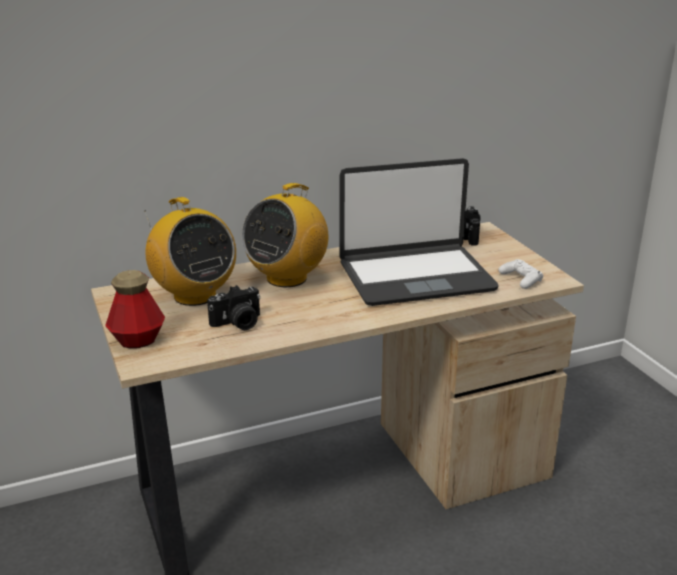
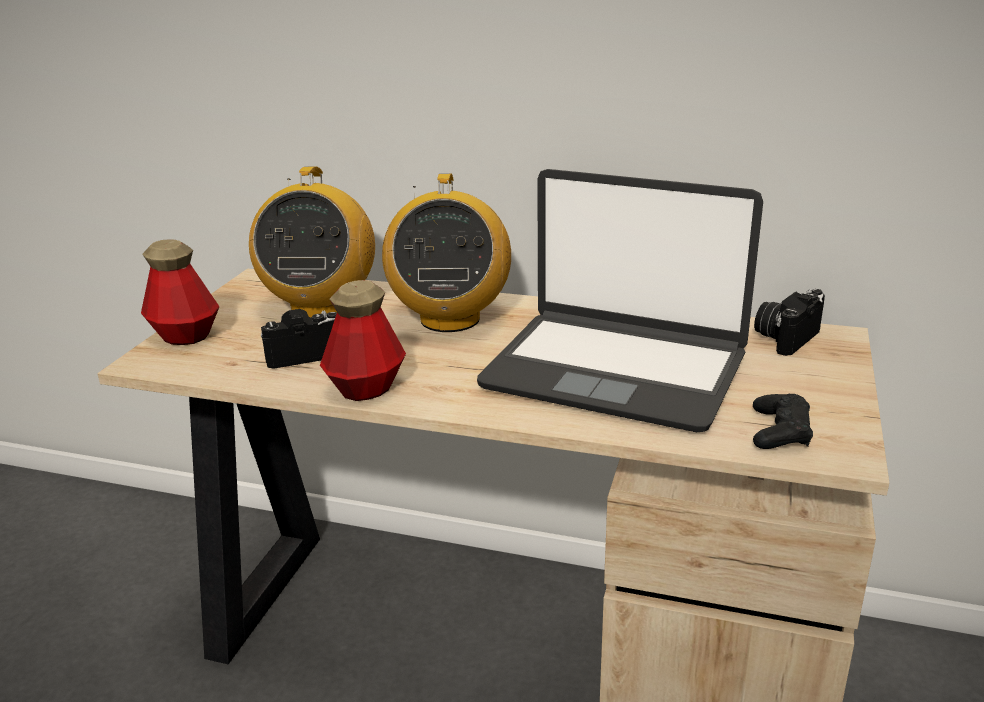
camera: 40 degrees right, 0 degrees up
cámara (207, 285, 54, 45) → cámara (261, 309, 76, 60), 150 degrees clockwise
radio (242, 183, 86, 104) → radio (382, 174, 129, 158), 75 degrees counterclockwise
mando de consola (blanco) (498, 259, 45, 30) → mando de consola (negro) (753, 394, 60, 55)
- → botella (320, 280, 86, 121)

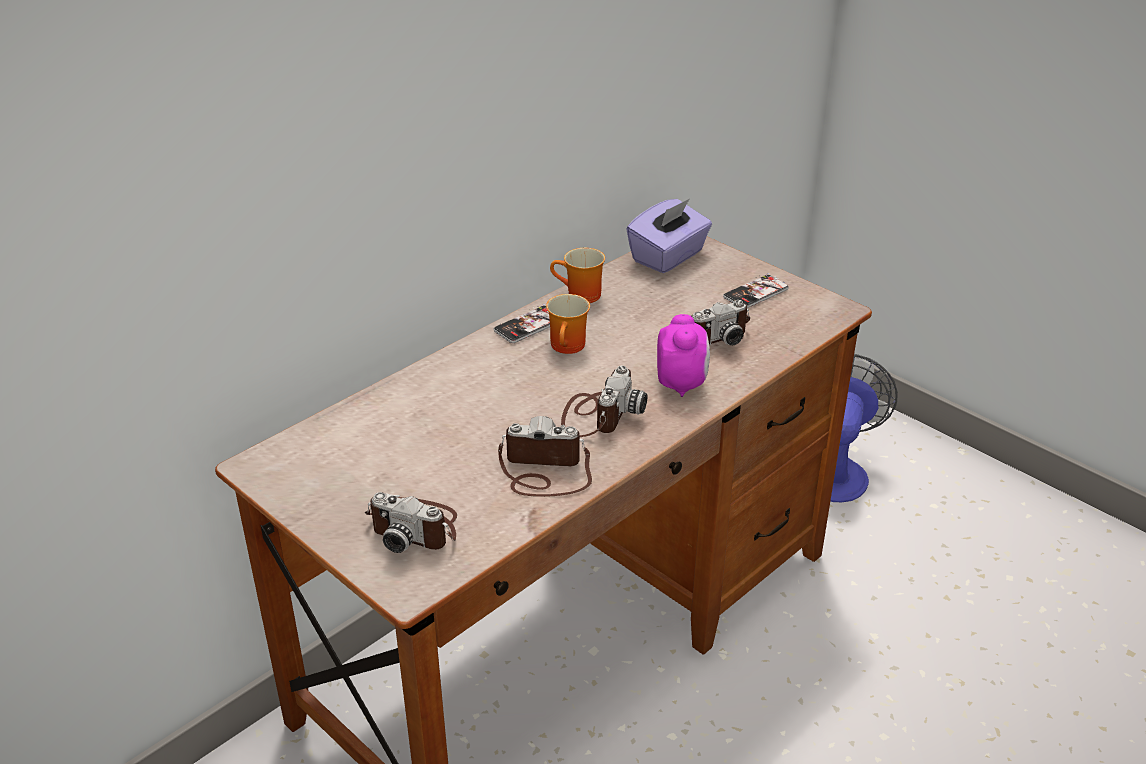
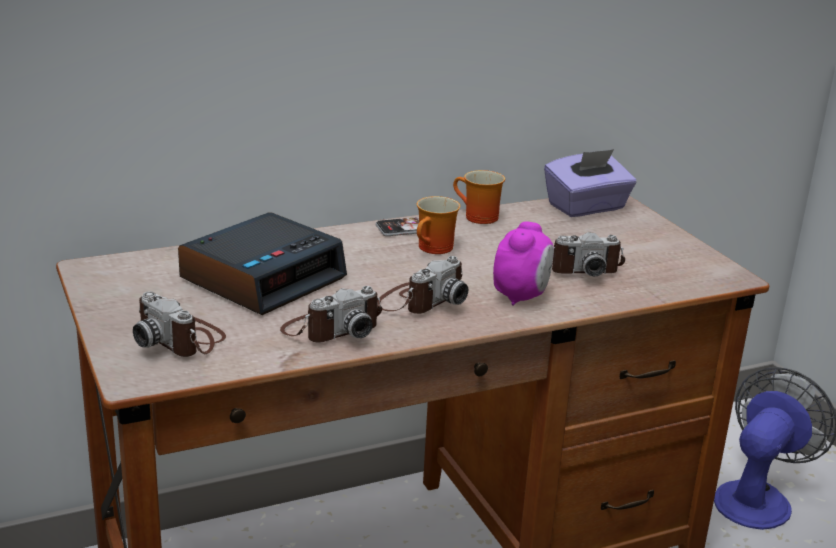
camera: 20 degrees right, 10 degrees down
cámara (498, 416, 94, 81) → cámara (280, 286, 102, 57), 120 degrees clockwise
móvil (723, 273, 66, 35) → -
- → despertador (178, 212, 169, 103)

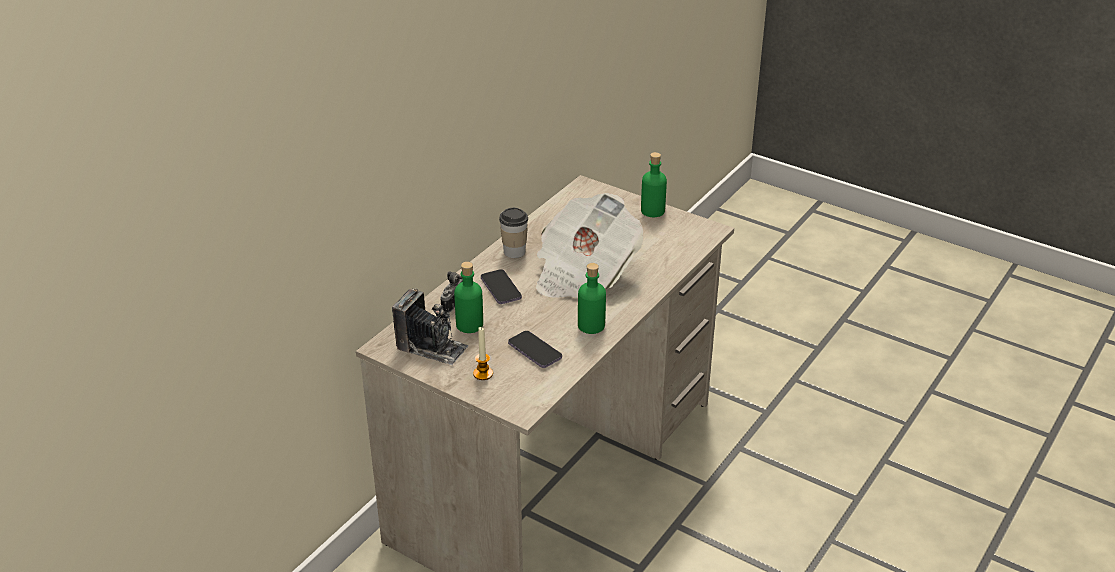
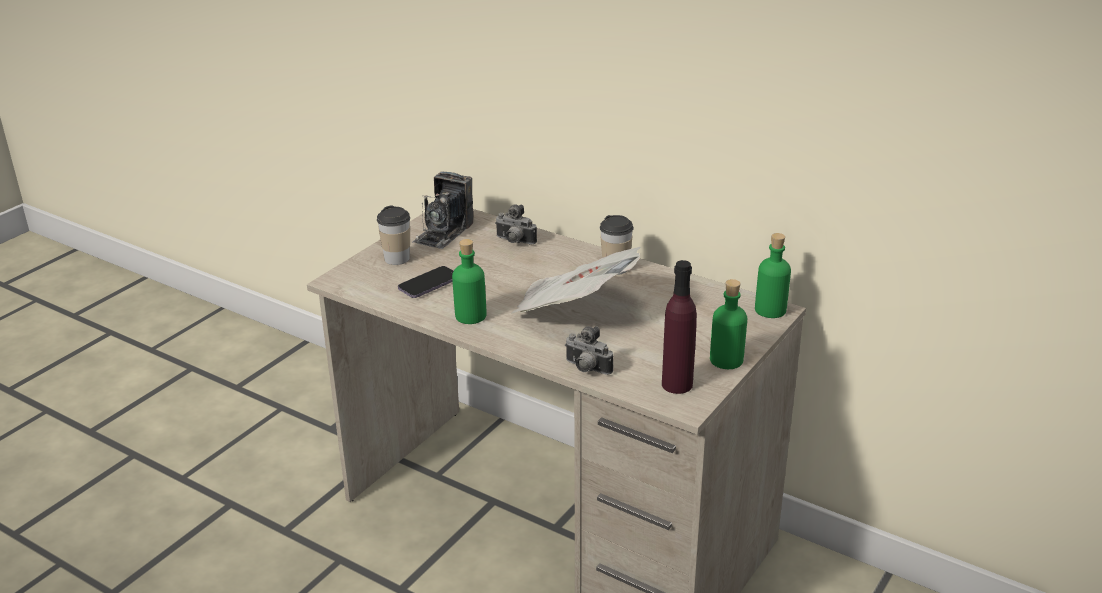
camera: 90 degrees right, 5 degrees down
botella (verde) (454, 262, 29, 71) → botella (verde) (755, 233, 36, 85), shifted
vela (473, 327, 20, 53) → taza (377, 206, 33, 59)
móvil (481, 269, 41, 35) → -
- → cámara (565, 326, 48, 49)
- → botella (morado) (662, 260, 35, 134)

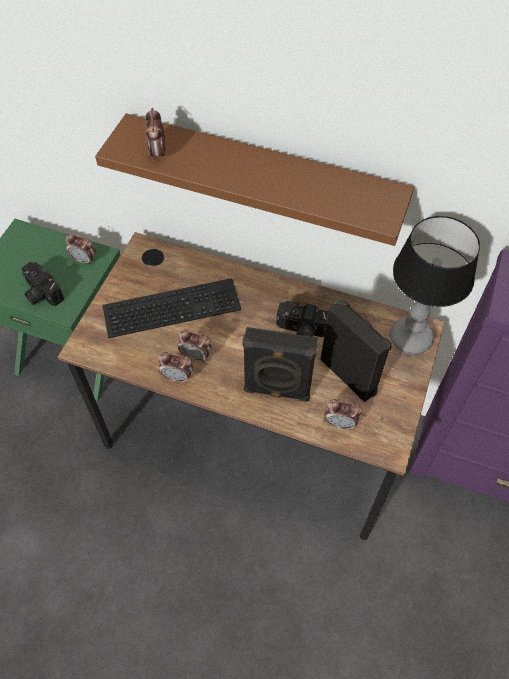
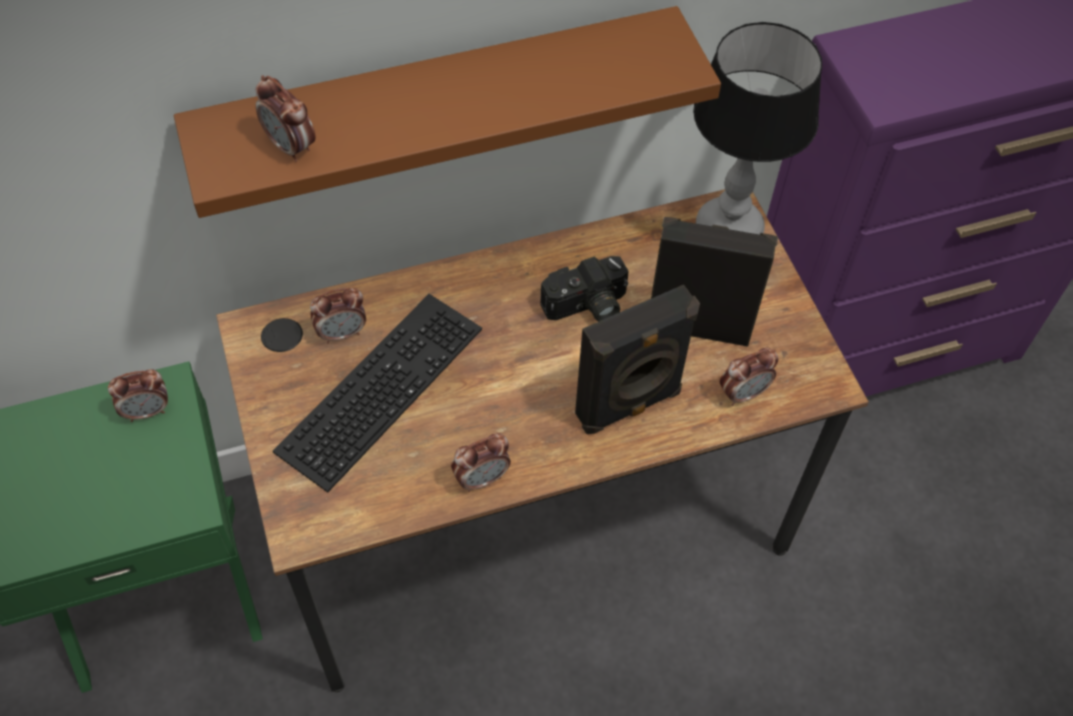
camera: 40 degrees left, 0 degrees up
cámara (22, 262, 42, 44) → -
despertador (178, 330, 34, 33) → despertador (310, 288, 56, 56), shifted

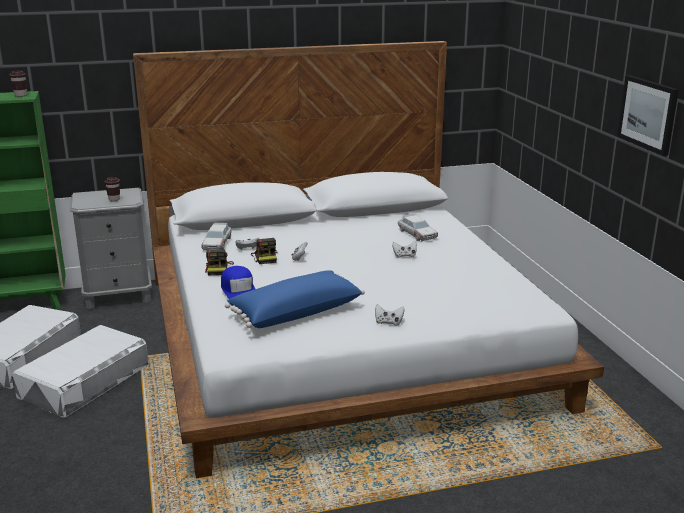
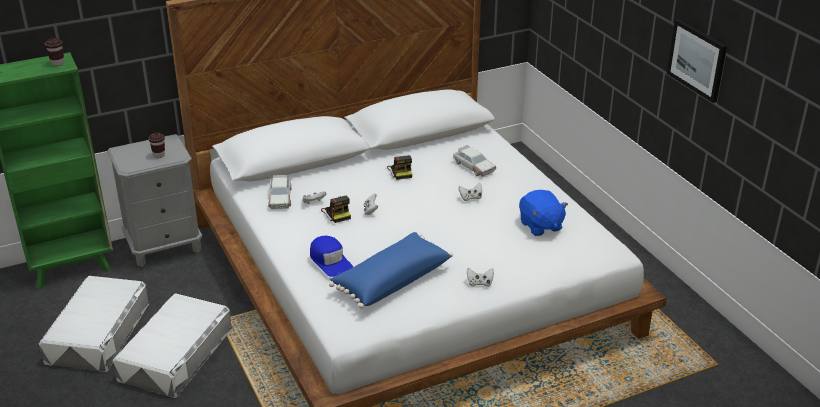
camera: 10 degrees left, 10 degrees up
cámara (205, 249, 29, 26) → cámara (387, 155, 25, 25), shifted
- → peluche (azul) (519, 190, 49, 46)

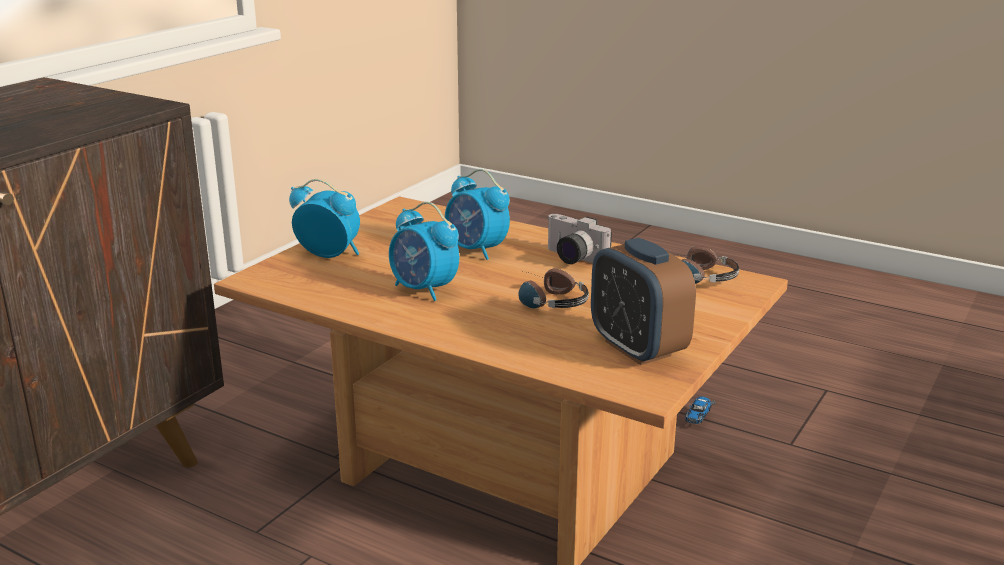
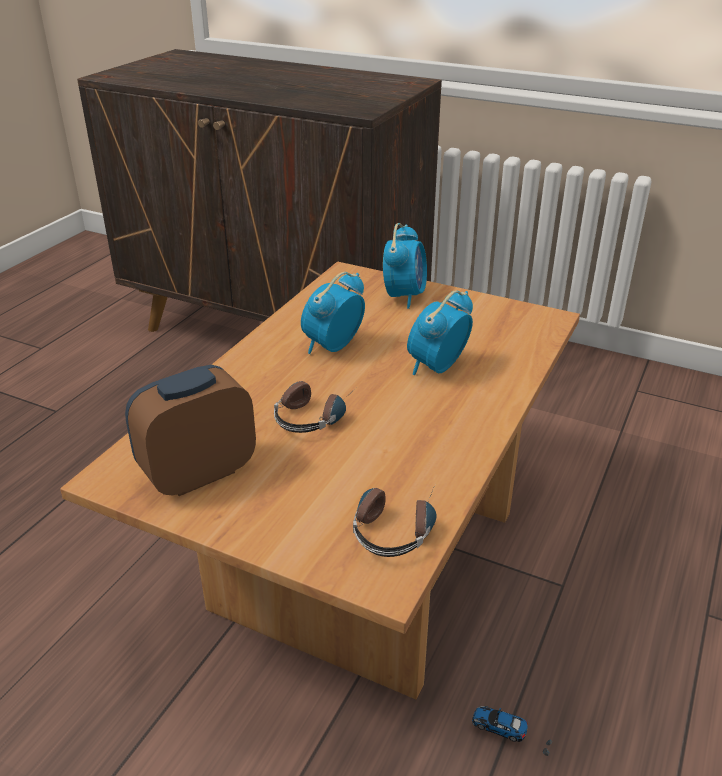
camera: 85 degrees right, 10 degrees up
cámara (548, 214, 64, 50) → -

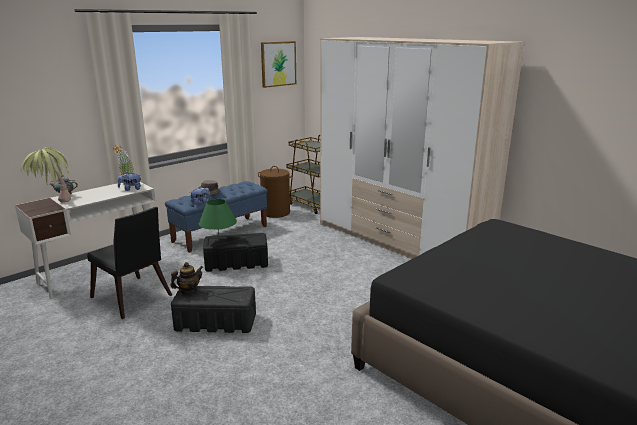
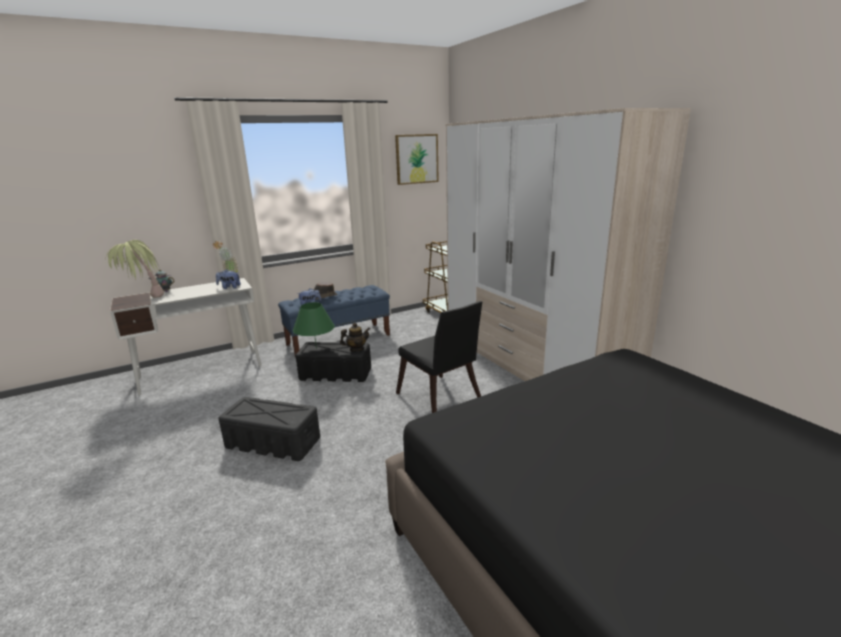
camera: 15 degrees right, 0 degrees up
silla (negro) (87, 207, 85, 112) → silla (negro) (396, 301, 86, 112), shifted
tetera (170, 262, 33, 32) → tetera (340, 323, 30, 29), shifted
cesto de la ropa (marrón) (258, 166, 34, 52) → -

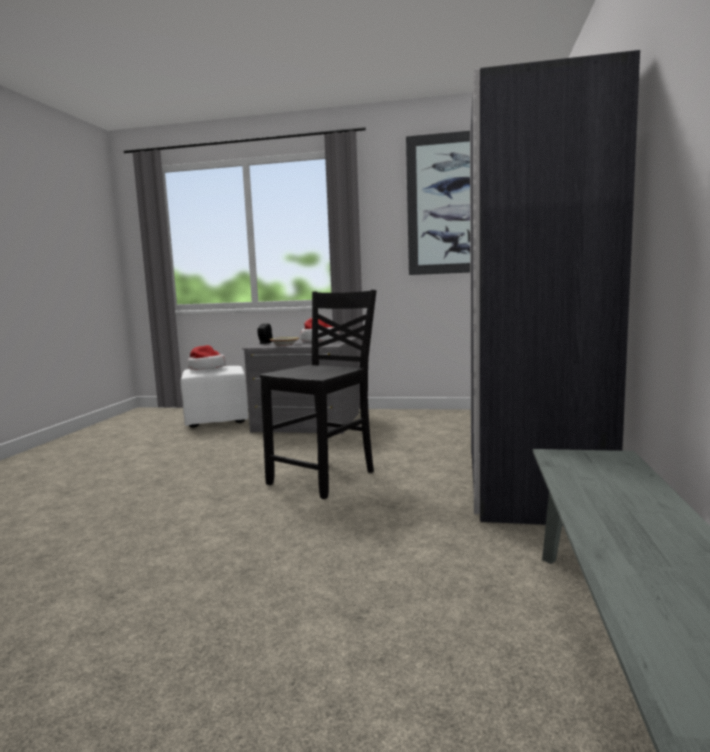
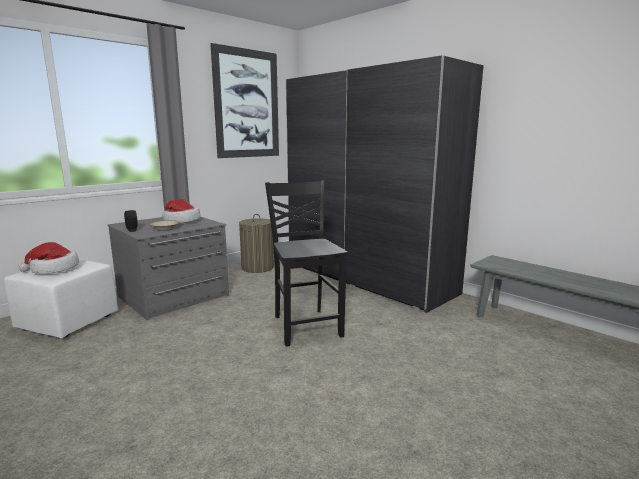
camera: 55 degrees left, 5 degrees up
- → cesto de la ropa (239, 214, 35, 59)

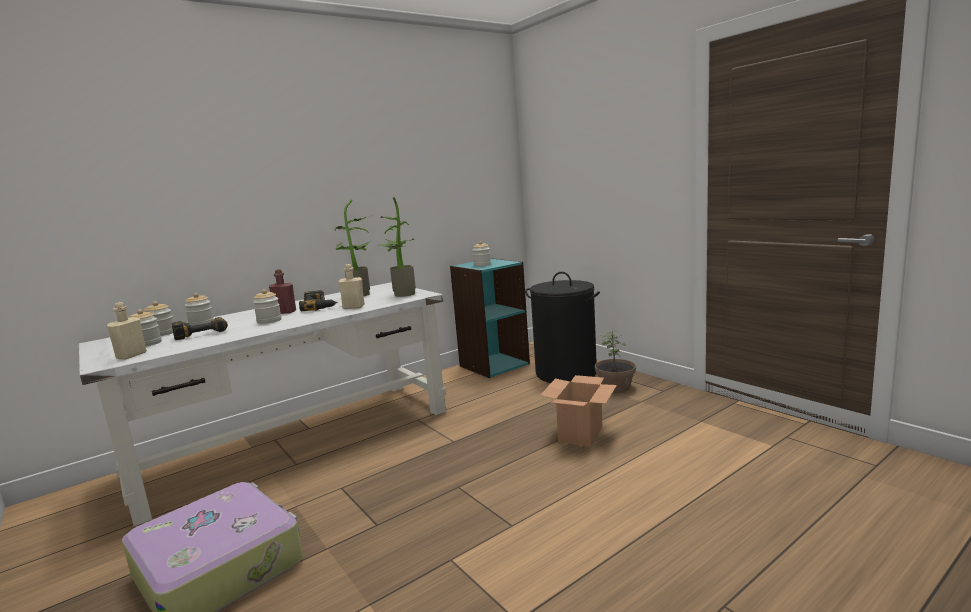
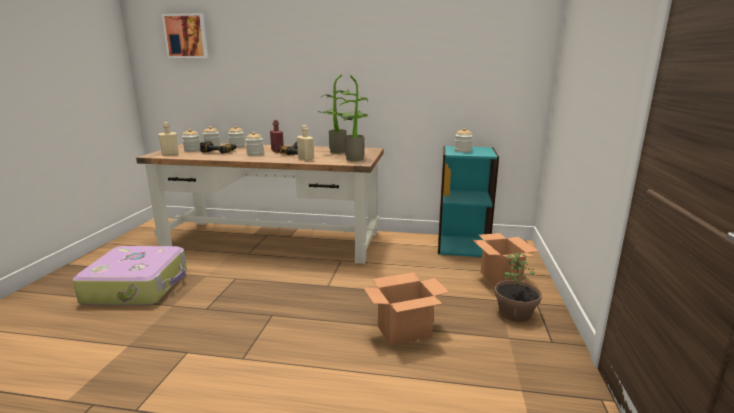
camera: 45 degrees right, 5 degrees up
escritorio (blanco) (79, 282, 367, 244) → escritorio (marrón) (136, 143, 248, 121)
cesto de la ropa (negro) (525, 272, 75, 111) → caja de cartón (473, 233, 65, 54)
- → cuadro (162, 13, 46, 45)

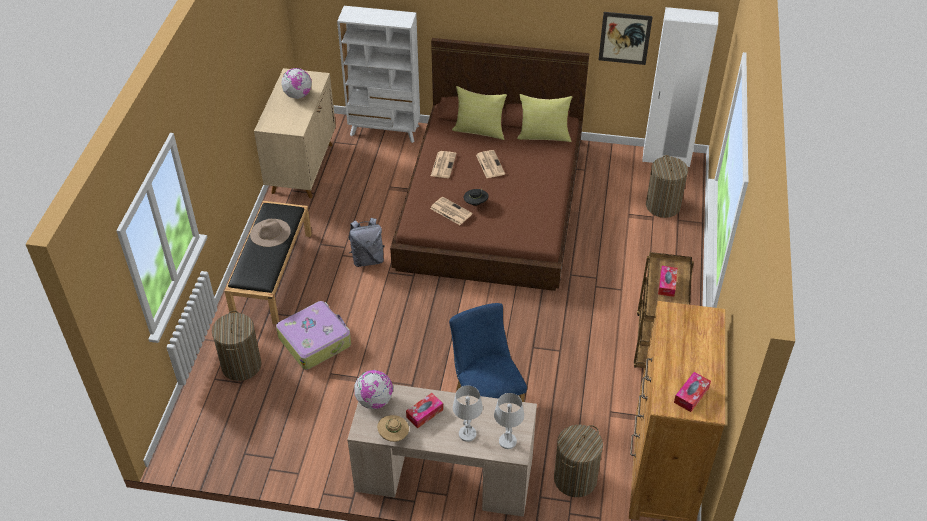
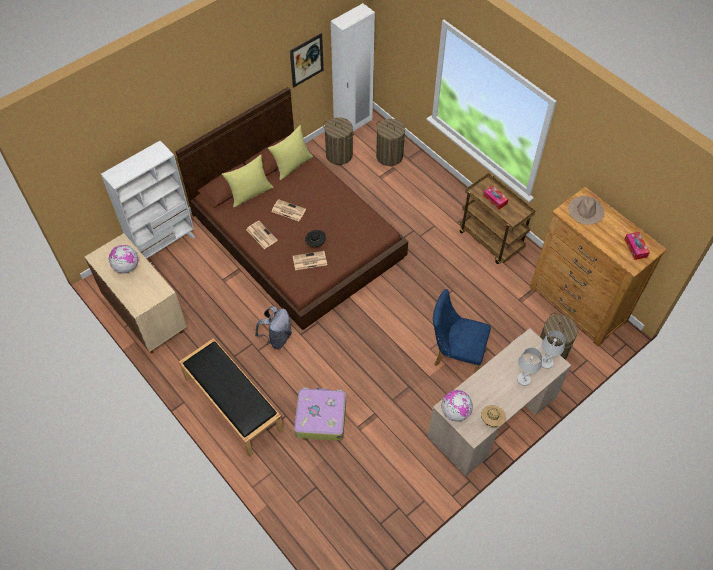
camera: 50 degrees left, 10 degrees up
cesto de la ropa (212, 311, 50, 70) → cesto de la ropa (323, 117, 31, 48), shifted
sombrero (beis) (250, 219, 41, 28) → sombrero (beis) (568, 196, 37, 29), shifted
caja de pañuelos (406, 393, 37, 35) → -

